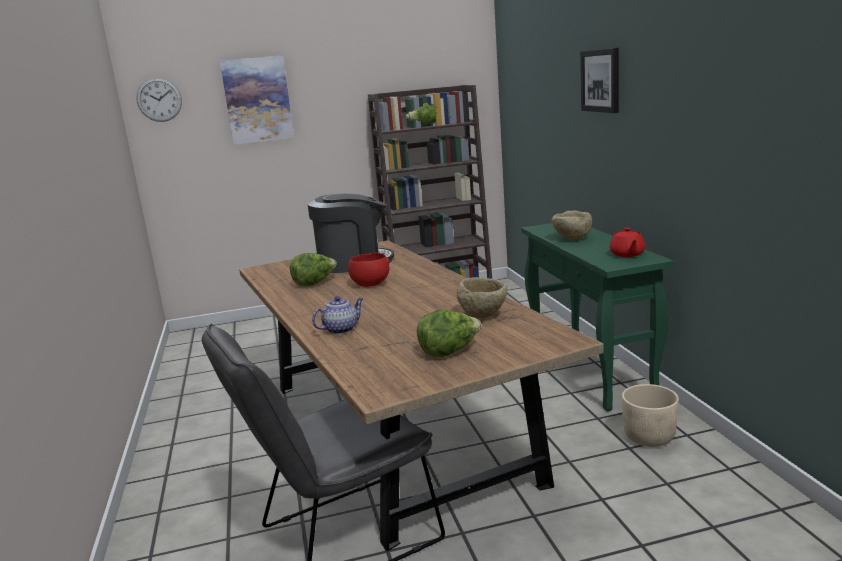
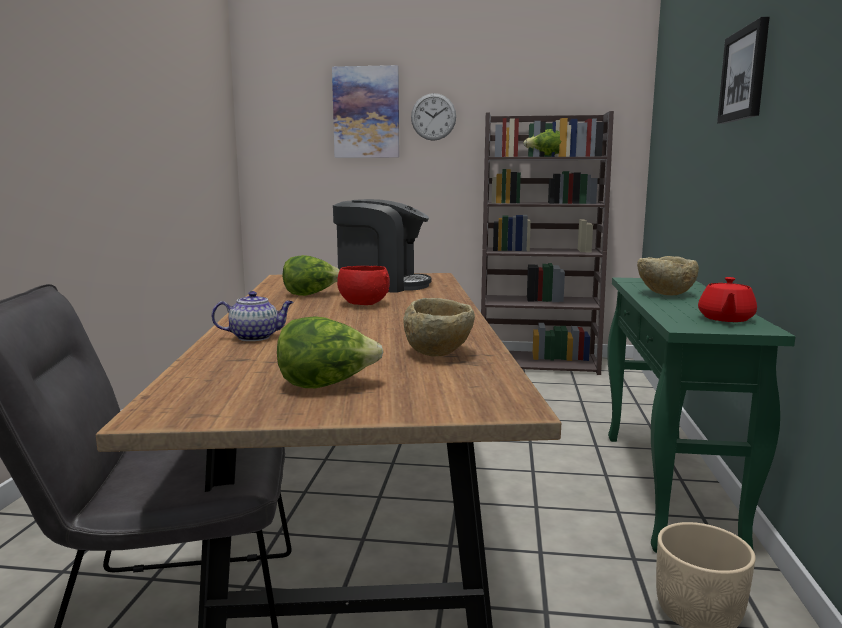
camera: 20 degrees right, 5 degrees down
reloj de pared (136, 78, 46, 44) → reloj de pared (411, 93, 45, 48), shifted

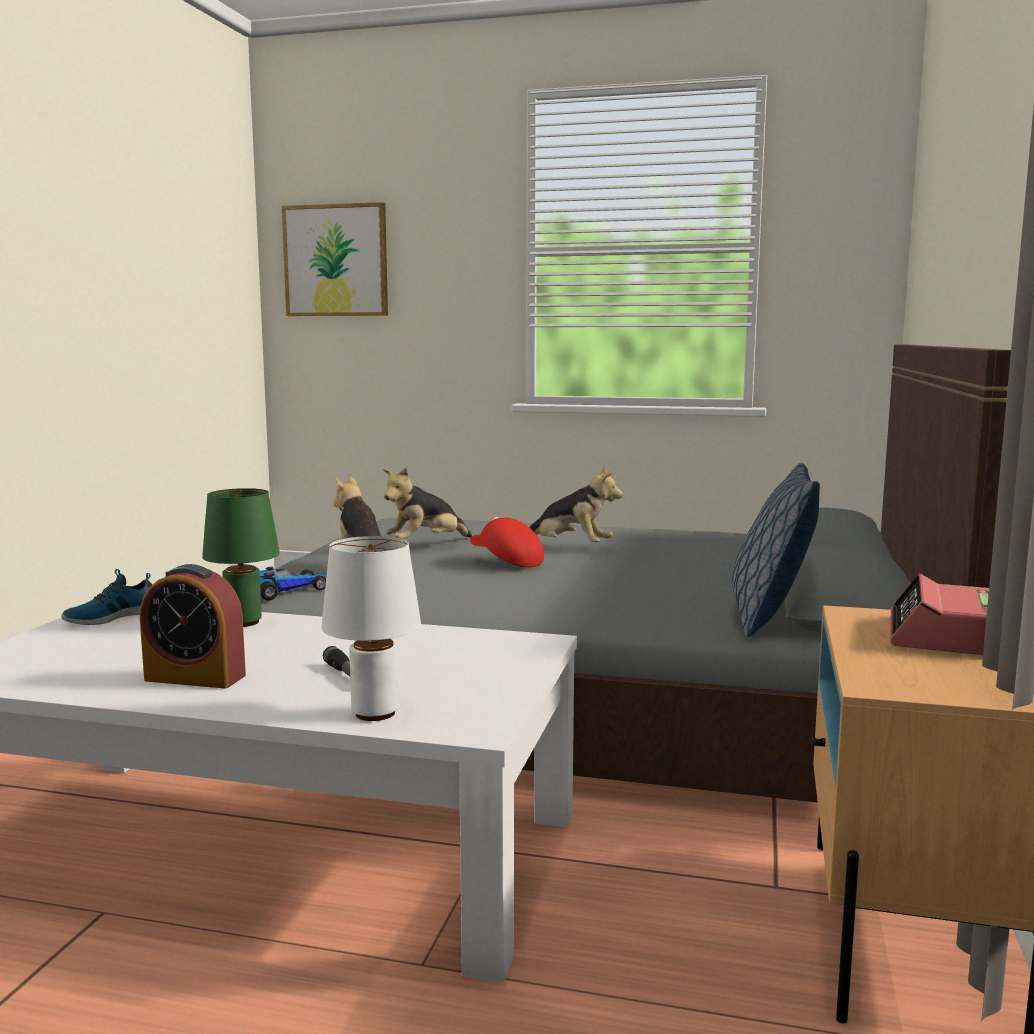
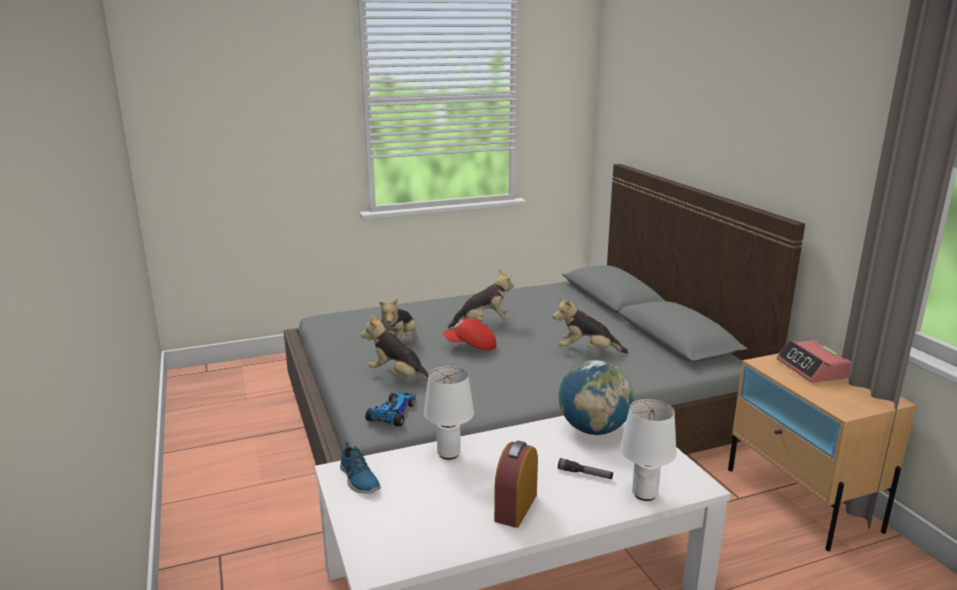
camera: 35 degrees left, 10 degrees up
zapato (62, 569, 90, 56) → zapato (340, 441, 41, 53), 45 degrees counterclockwise
despertador (140, 564, 106, 124) → despertador (494, 441, 44, 87), 135 degrees clockwise
lámpara de mesa (verde) (202, 488, 78, 139) → lámpara de mesa (blanco) (424, 366, 50, 94)
cuadro (281, 202, 107, 114) → -
cojín (732, 463, 88, 174) → -
- → peluche (553, 297, 75, 56)
- → globo terráqueo (559, 360, 75, 75)

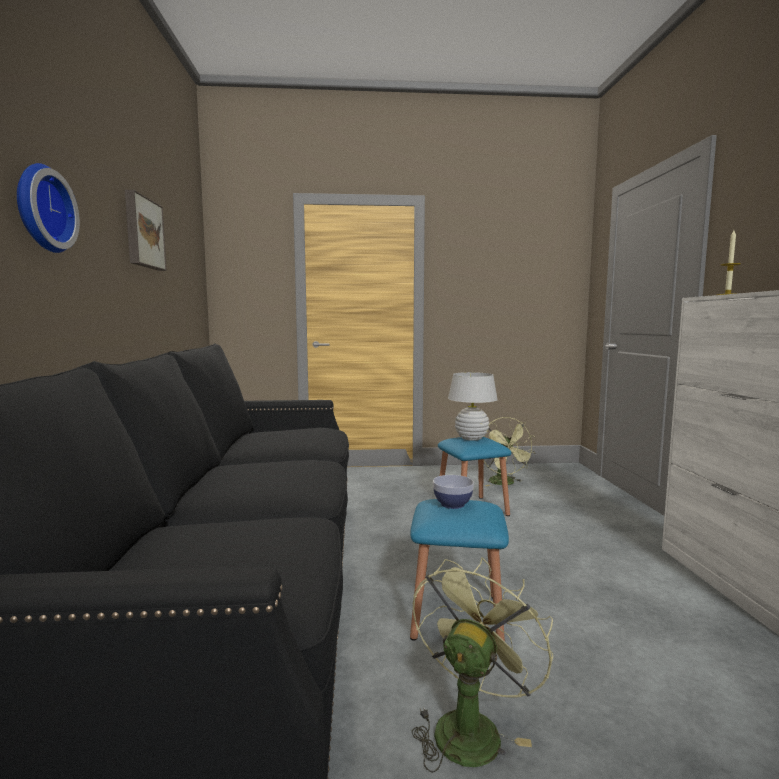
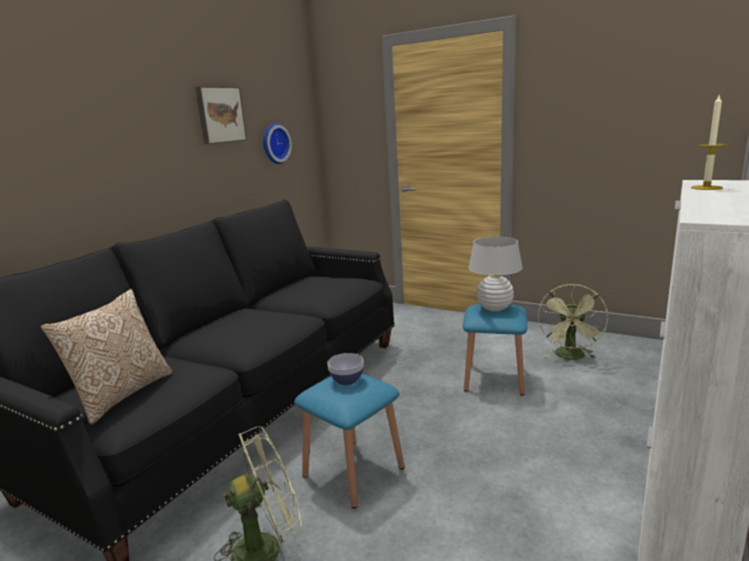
camera: 35 degrees right, 10 degrees up
reloj de pared (17, 163, 63, 90) → reloj de pared (263, 123, 29, 41), shifted
- → cojín (41, 289, 132, 135)

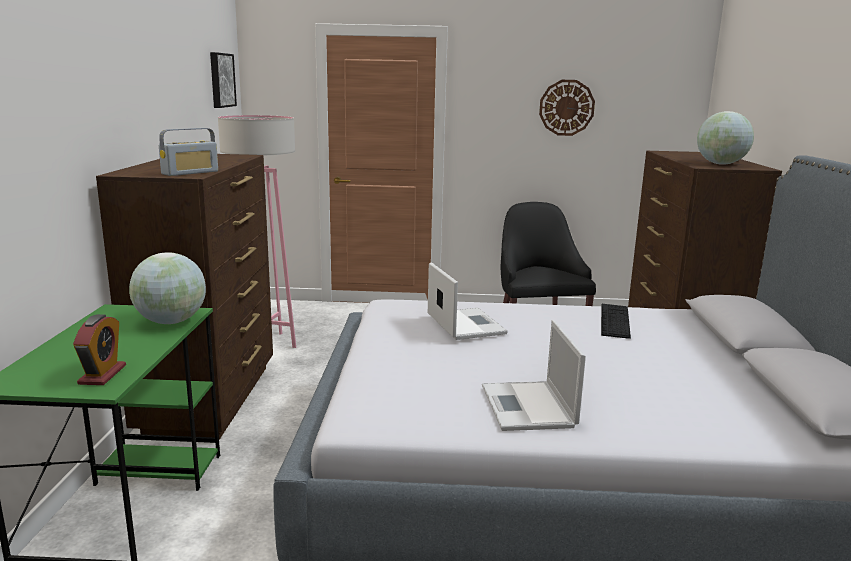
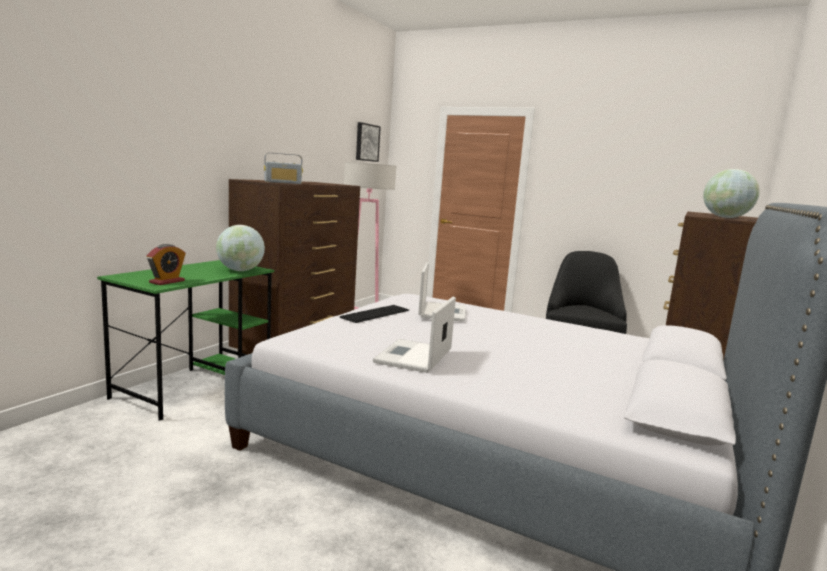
camera: 25 degrees right, 5 degrees down
reloj de pared (539, 80, 56, 56) → -
teclado (601, 304, 30, 35) → teclado (340, 305, 69, 18), shifted

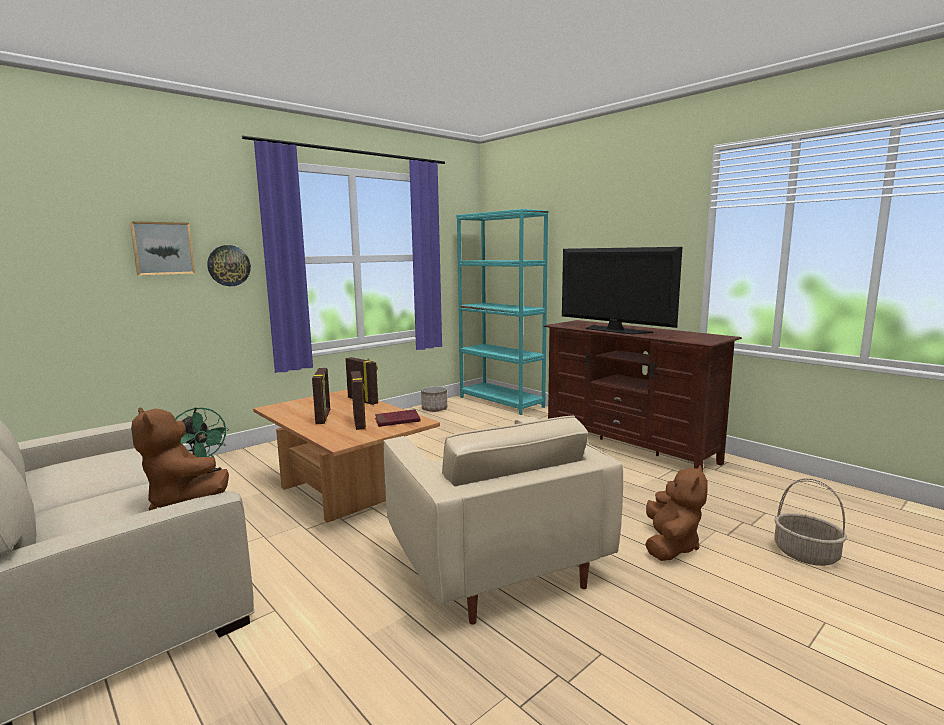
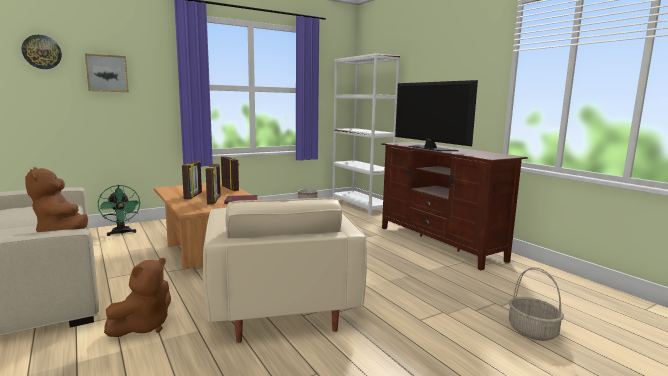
camera: 10 degrees right, 0 degrees up
reloj de pared (207, 245, 44, 41) → reloj de pared (22, 35, 40, 34), shifted
estantería (turquesa) (456, 209, 93, 206) → estantería (blanco) (332, 53, 69, 162)
peluche (marrón) (645, 465, 63, 96) → peluche (marrón) (104, 258, 67, 79), shifted

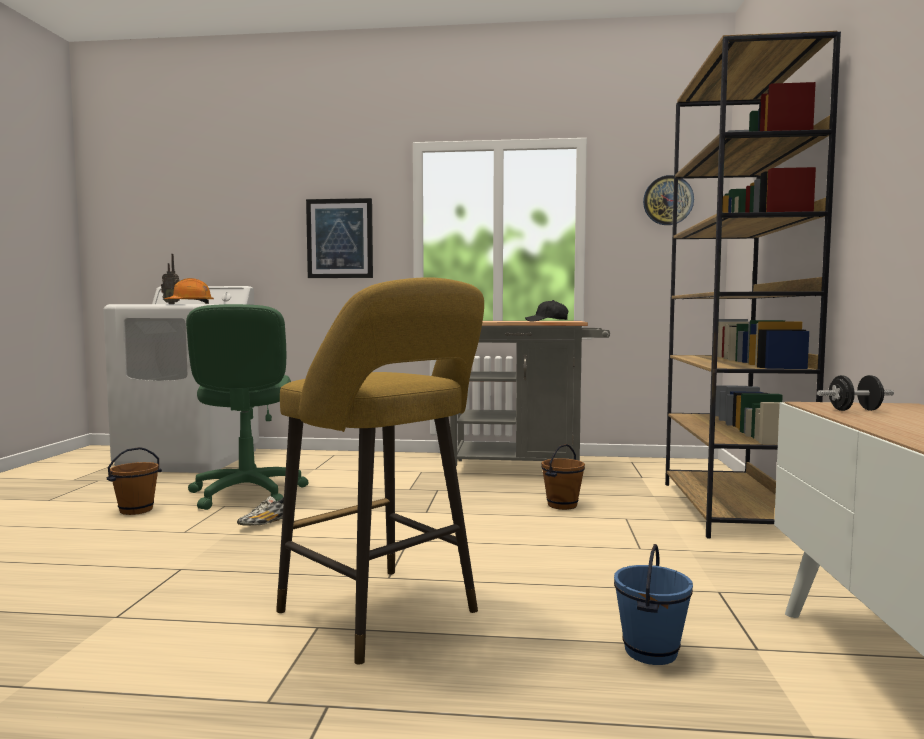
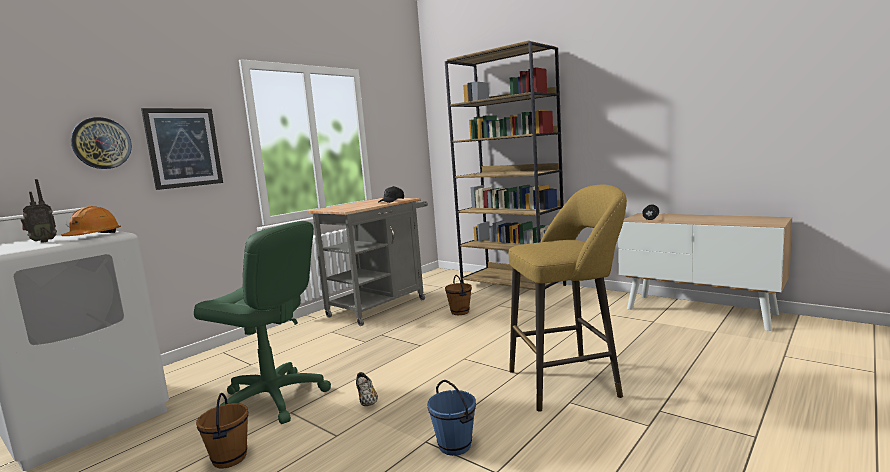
camera: 55 degrees left, 5 degrees up
cubo (azul) (614, 544, 79, 121) → cubo (azul) (427, 380, 49, 76), shifted
reloj de pared (643, 175, 51, 50) → reloj de pared (71, 117, 61, 52), shifted

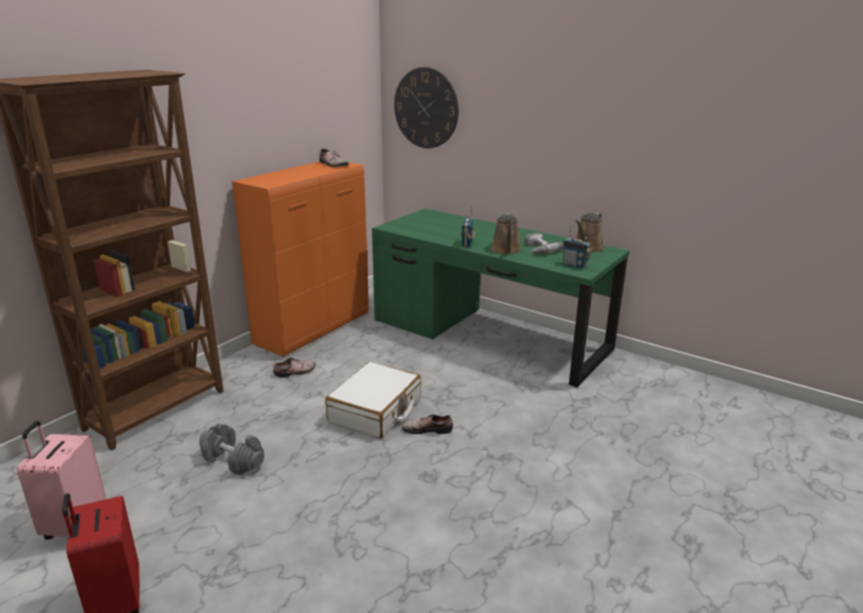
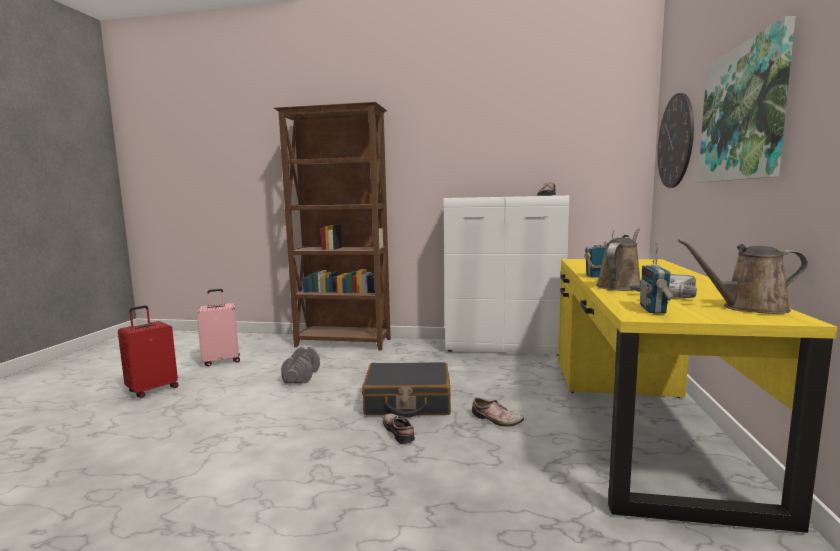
camera: 65 degrees right, 15 degrees down
armario (naranja) (232, 161, 137, 196) → armario (blanco) (444, 196, 125, 159)
zapato (273, 358, 43, 20) → zapato (472, 397, 52, 30), shifted
maleta (blanco) (325, 362, 96, 77) → maleta (negro) (362, 362, 89, 56)
escritorio (verde) (372, 209, 258, 178) → escritorio (amarillo) (558, 259, 280, 274)
regadera (marrón) (491, 213, 31, 42) → regadera (marrón) (595, 228, 46, 63), 150 degrees clockwise
- → cuadro (698, 16, 98, 167)

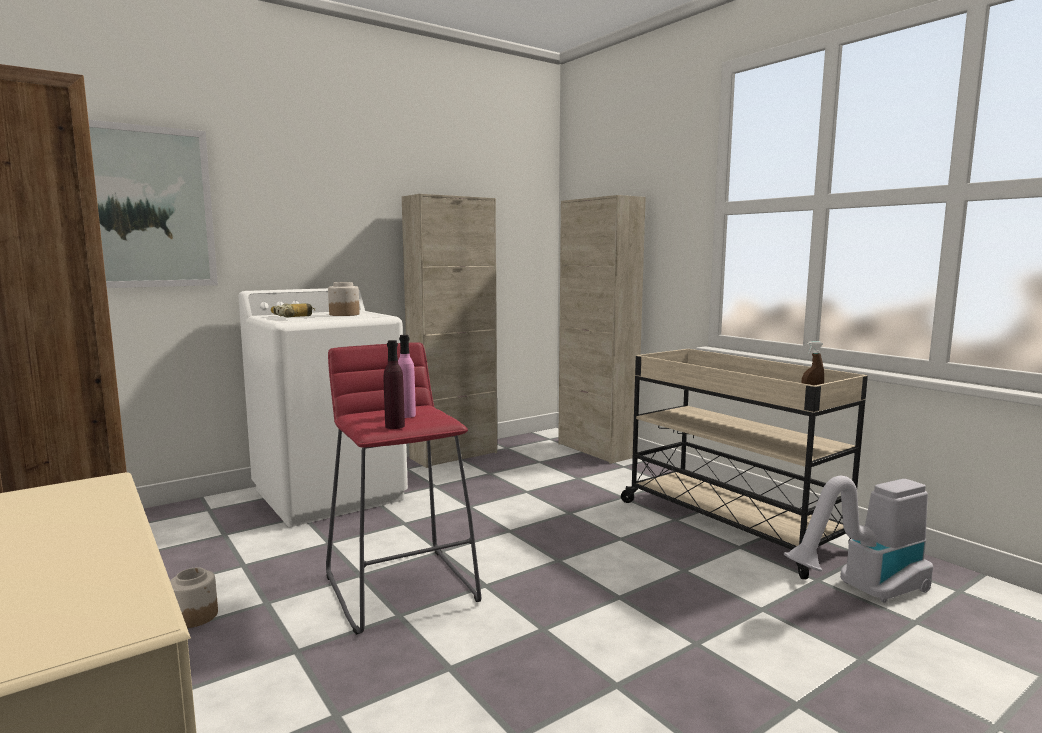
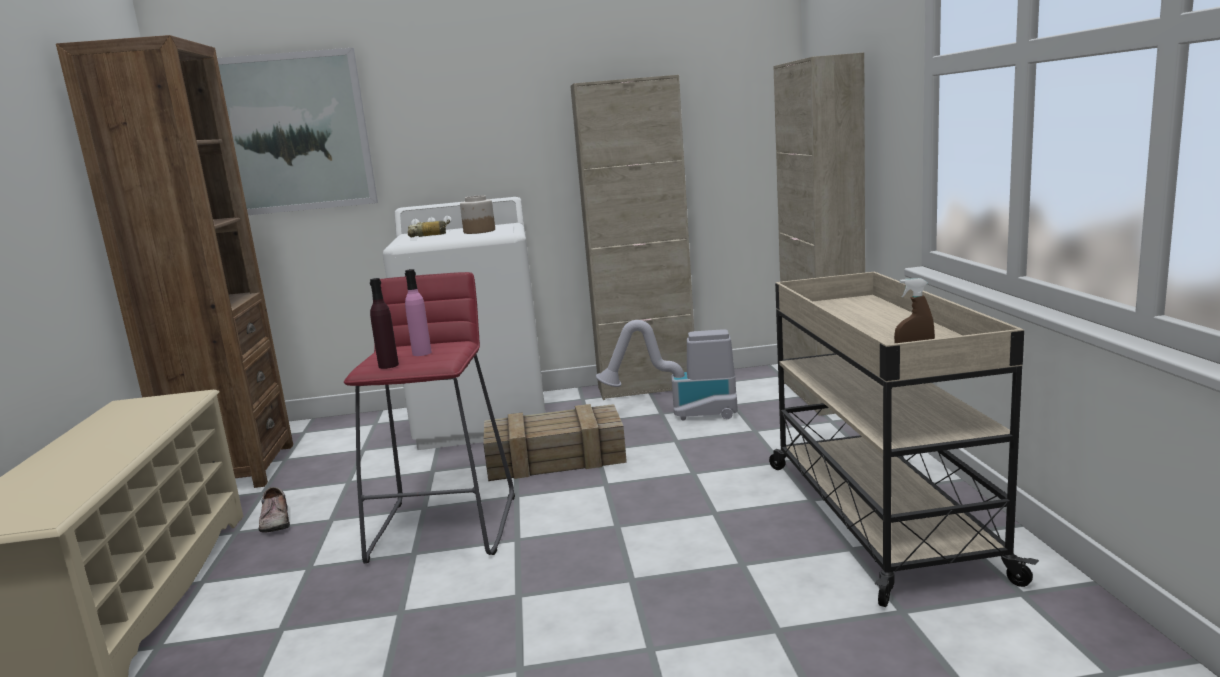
camera: 30 degrees right, 5 degrees up
tarro (170, 567, 48, 61) → zapato (259, 487, 31, 46)
aspiradora (784, 476, 149, 127) → aspiradora (596, 320, 142, 101), shifted
- → caja de embalaje (483, 404, 144, 77)

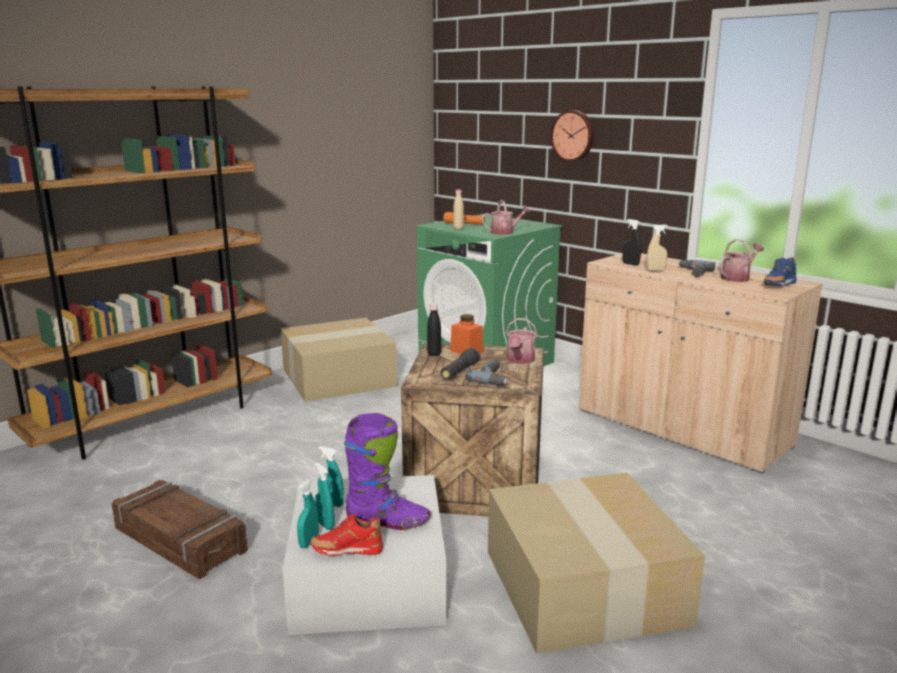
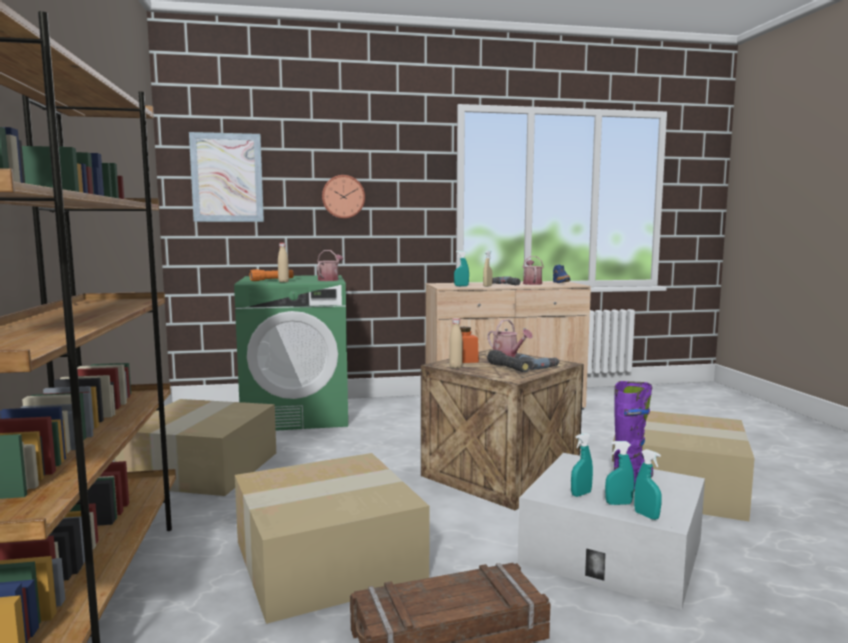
camera: 55 degrees left, 10 degrees down
zapato (rojo) (310, 514, 73, 42) → -
botella (negro) (427, 304, 14, 52) → botella (beis) (449, 318, 14, 50)
pulverizador (negro) (623, 219, 18, 47) → pulverizador (turquesa) (454, 251, 15, 35)
- → cuadro (189, 132, 75, 90)
- → caja de cartón (235, 453, 194, 171)

